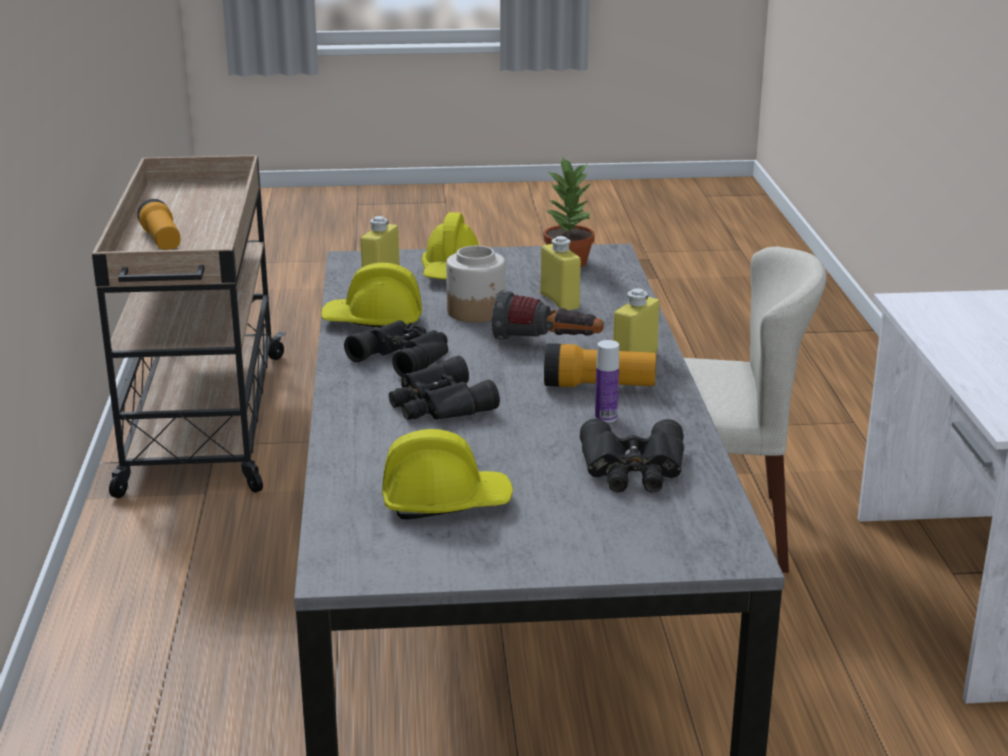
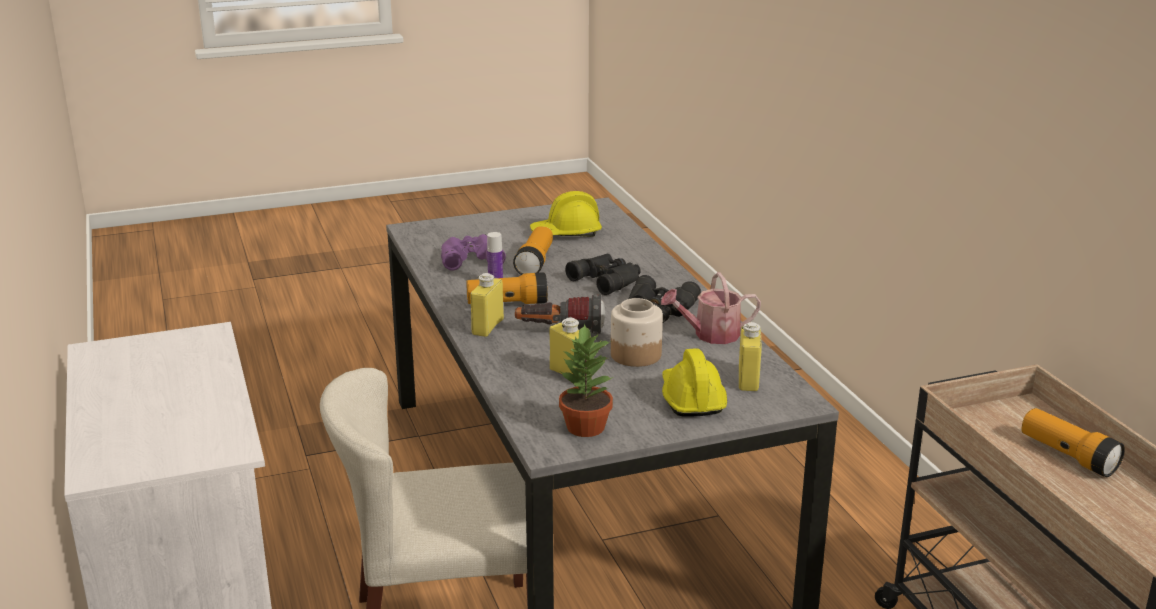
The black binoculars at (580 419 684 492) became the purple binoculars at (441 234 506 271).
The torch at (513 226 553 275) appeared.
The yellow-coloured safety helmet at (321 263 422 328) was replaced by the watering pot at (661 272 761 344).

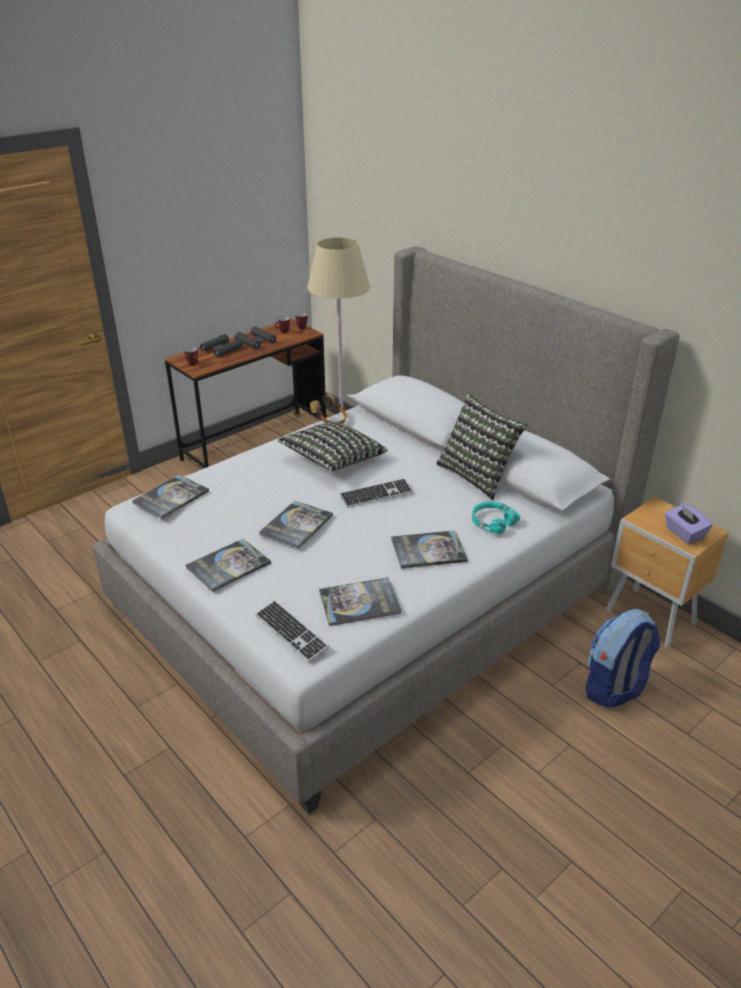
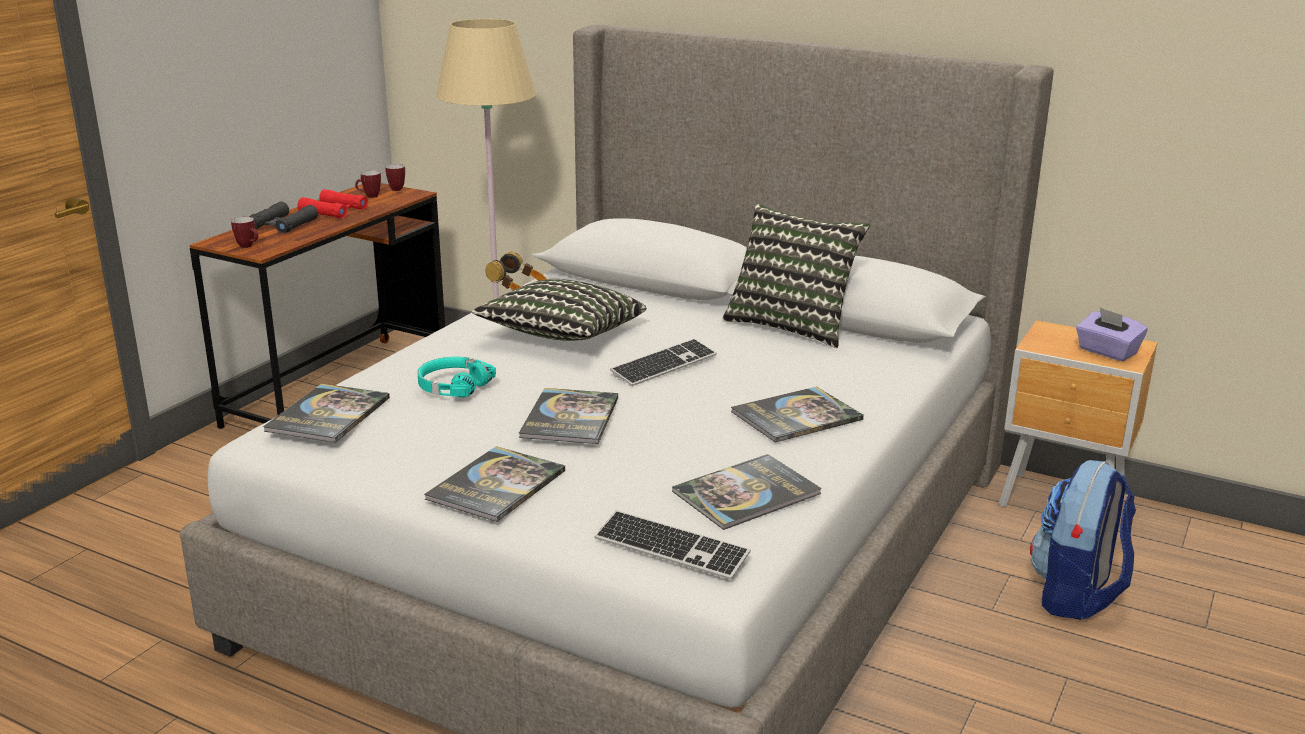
The black binoculars at (235 327 276 349) became the red-coloured binoculars at (297 189 368 218).
The turquoise-coloured headphones moved from (472 501 520 534) to (417 357 496 398).

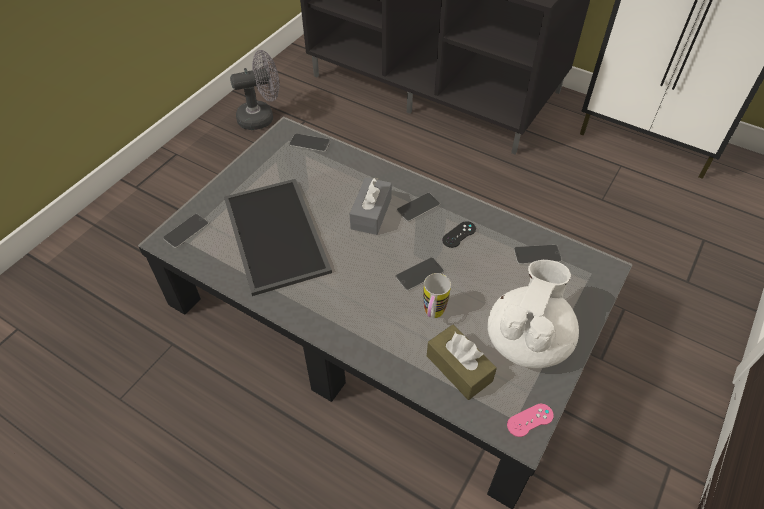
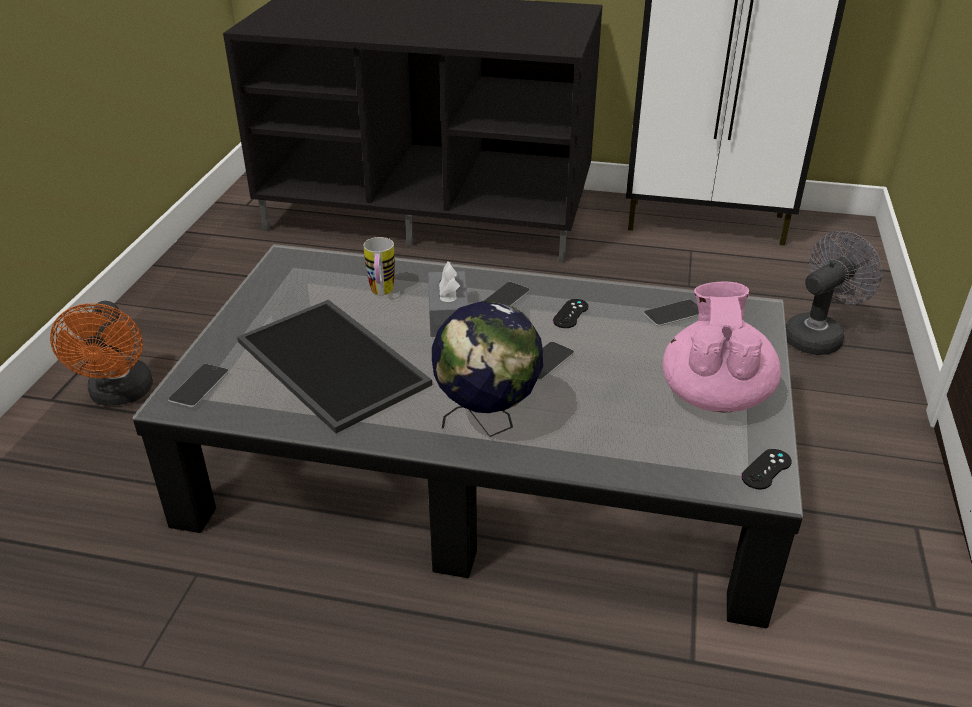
The orangey fan at (50 301 153 406) appeared.
The mug moved from (423 273 451 318) to (363 237 395 295).
The desk globe at (432 300 543 437) appeared.
The white-coloured tea pot at (487 260 579 368) became the pink tea pot at (662 282 781 412).
The pink gamepad at (507 404 554 437) became the black gamepad at (741 449 792 489).
The gray fan moved from (230 50 280 130) to (786 231 882 355).
The phone at (289 133 330 152) disappeared.
The brownish box of tissues at (427 325 497 400) disappeared.

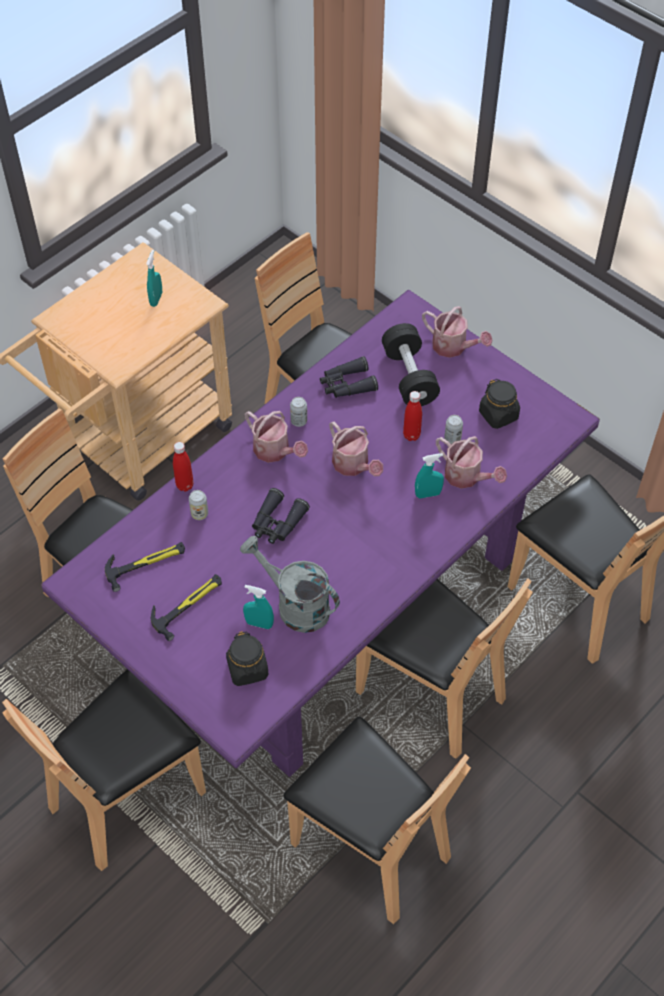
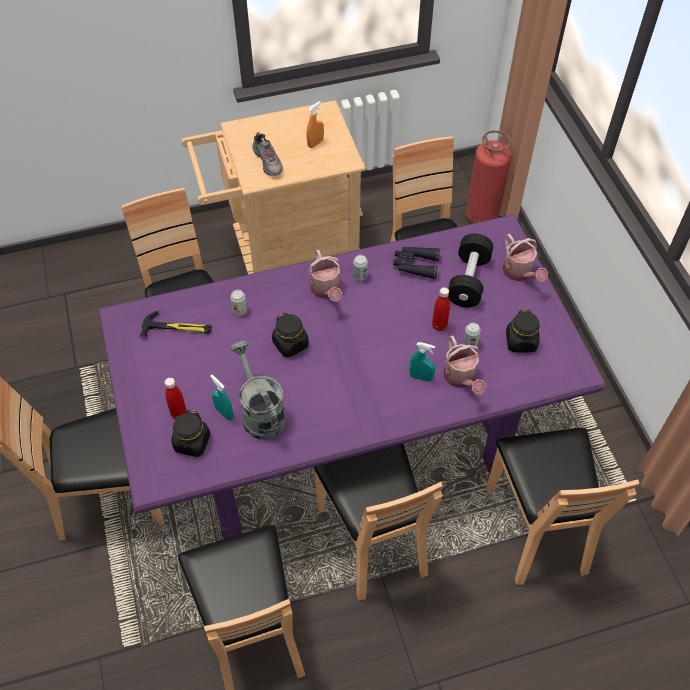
The red-coloured beverage bottle moved from (173 442 194 492) to (165 378 187 419).
The item of footwear at (252 132 283 176) appeared.
The black binoculars at (252 488 310 544) was replaced by the black jar at (272 312 309 358).
The turquoise-coloured sprayer at (146 250 162 307) became the orangey sprayer at (307 101 324 148).
The fire extinguisher at (466 130 512 223) appeared.
The hand hammer at (151 574 222 641) disappeared.
The watering pot at (329 422 383 476) disappeared.

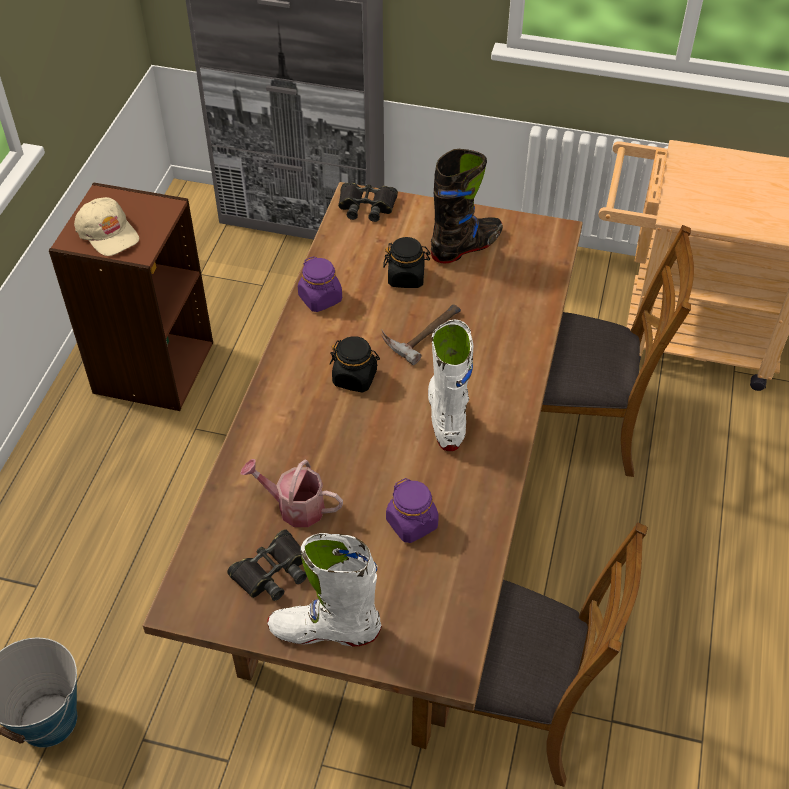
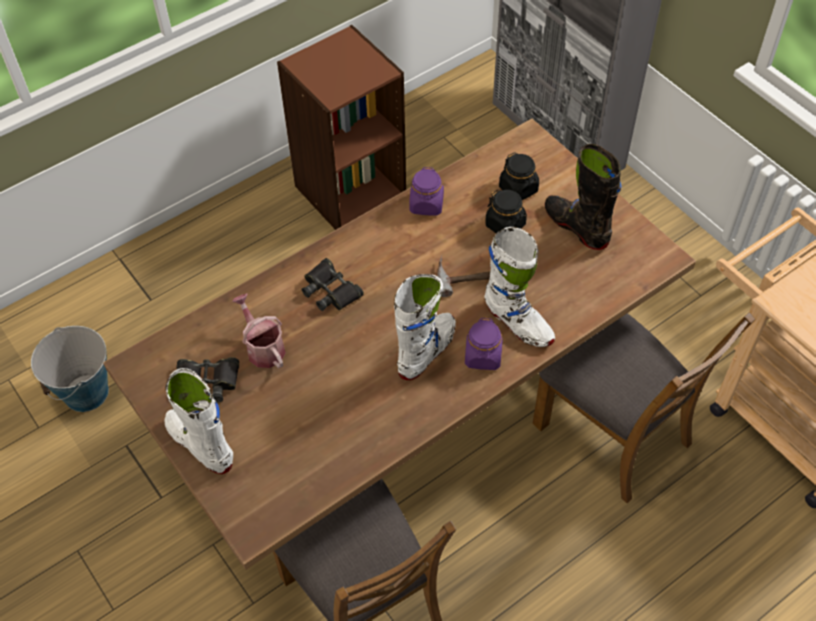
The black binoculars moved from (338 183 398 222) to (302 258 364 311).
The purple jar moved from (386 478 439 543) to (465 317 503 370).
The white-coloured high-top boot at (484 227 555 347) appeared.
The black jar moved from (330 336 380 393) to (499 152 539 200).
The black high-top boot at (431 149 503 263) turned 135 degrees counterclockwise.
The sand-coloured baseball cap at (74 197 139 256) disappeared.

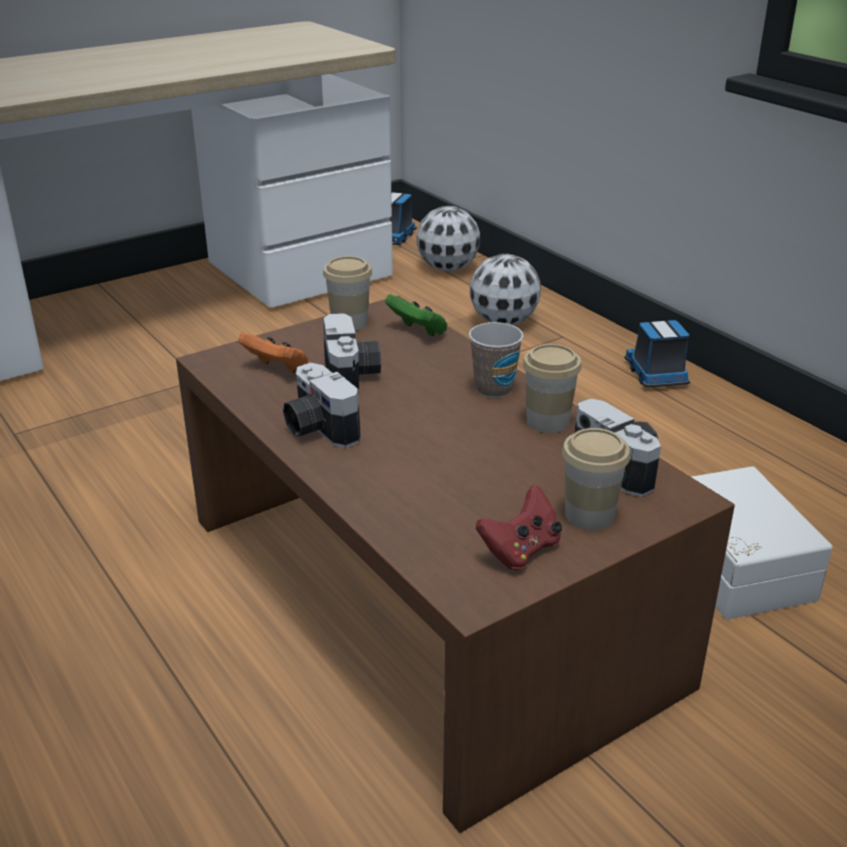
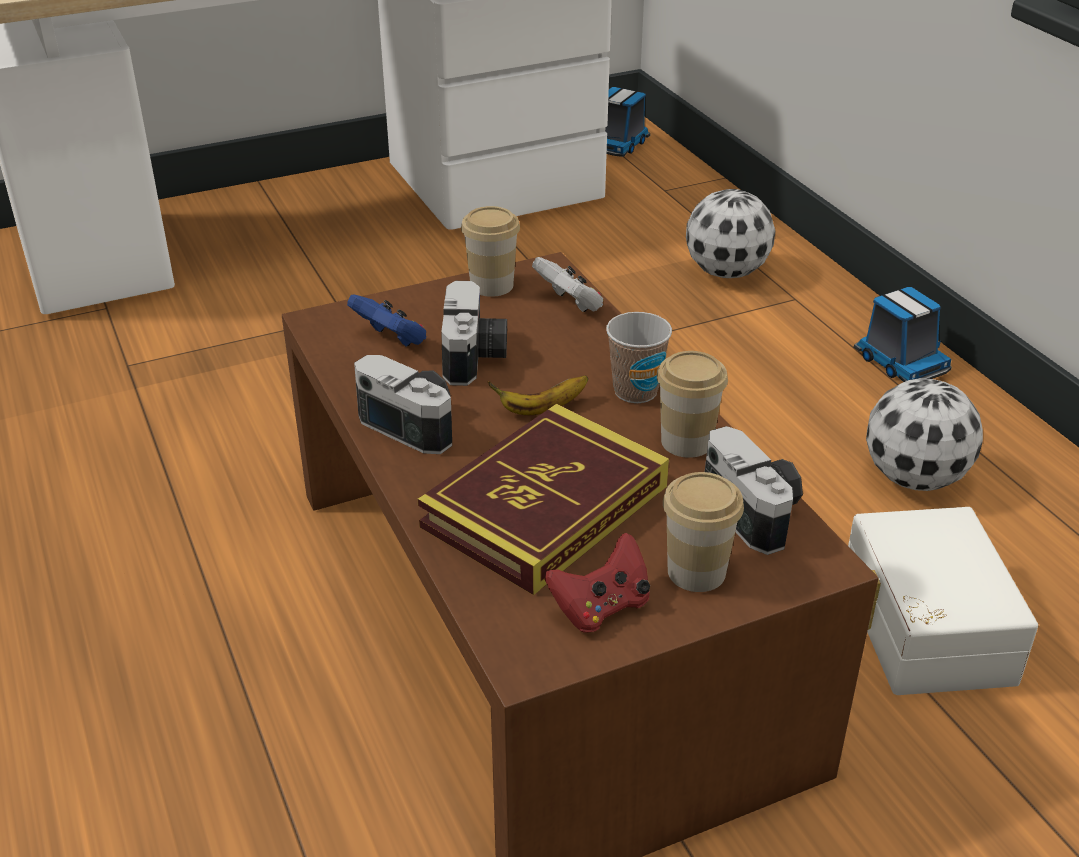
The orangey gamepad at (238 332 308 373) became the blue-coloured gamepad at (347 294 426 347).
The still camera at (283 363 361 448) turned 150 degrees clockwise.
The book at (417 404 669 595) appeared.
The banana fruit at (488 375 588 415) appeared.
The green gamepad at (385 294 447 336) became the white-coloured gamepad at (532 257 603 312).
The toy lorry at (625 320 690 388) turned 150 degrees clockwise.
The ball for football moved from (417 206 480 271) to (866 378 983 491).

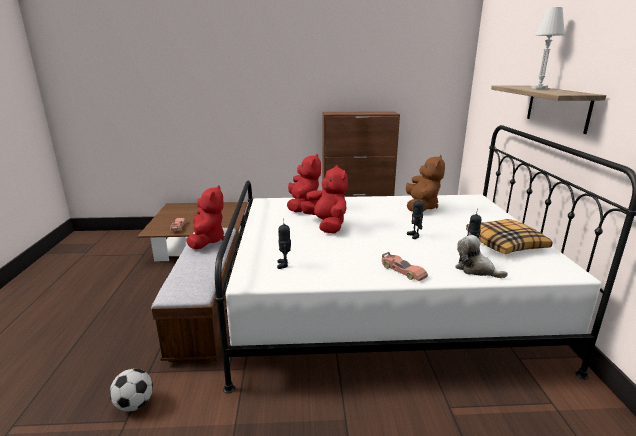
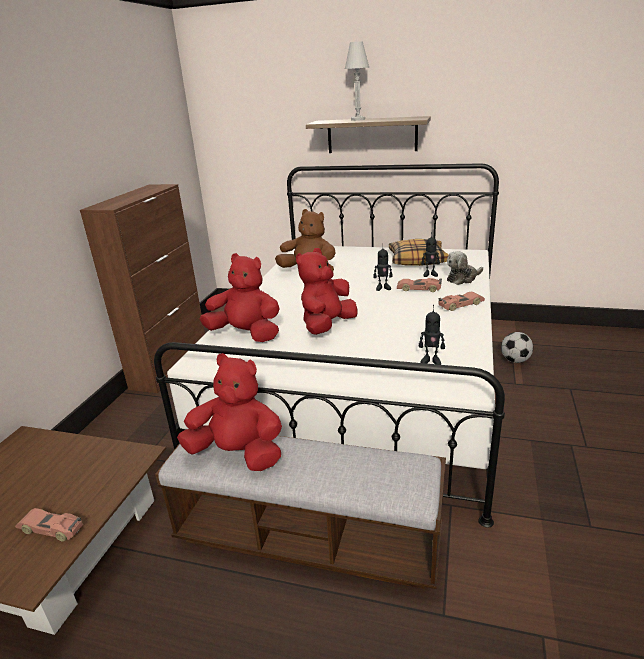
The red-coloured plush toy at (301 165 348 234) turned 45 degrees counterclockwise.
The model car at (397 278 442 292) appeared.
The ball for football moved from (110 369 153 412) to (501 332 533 363).

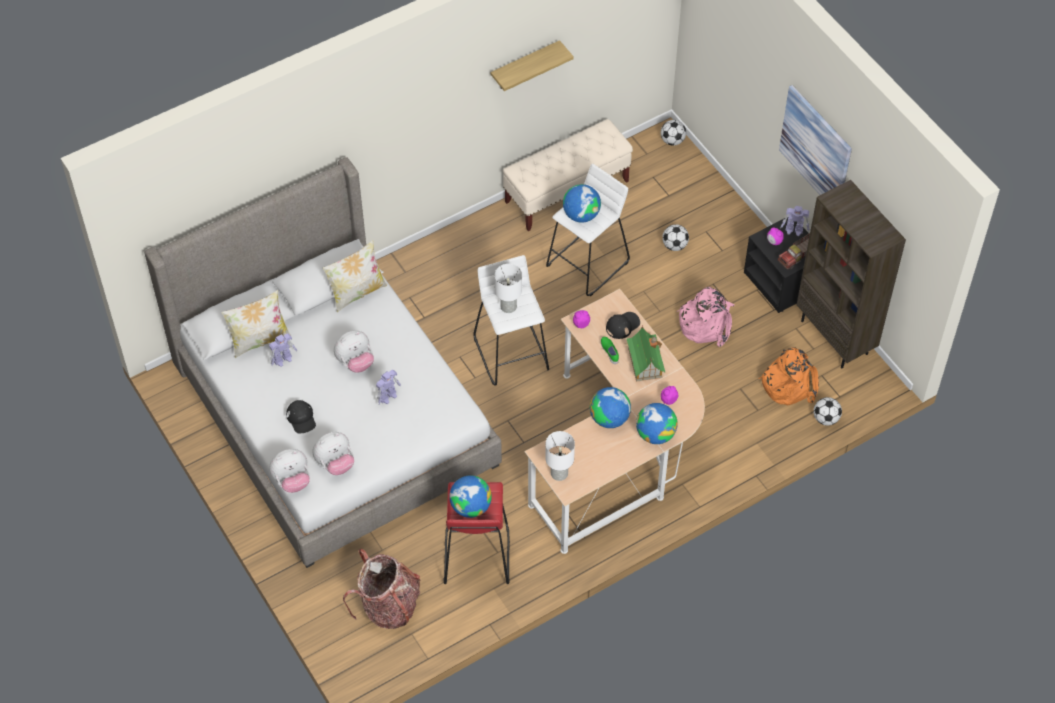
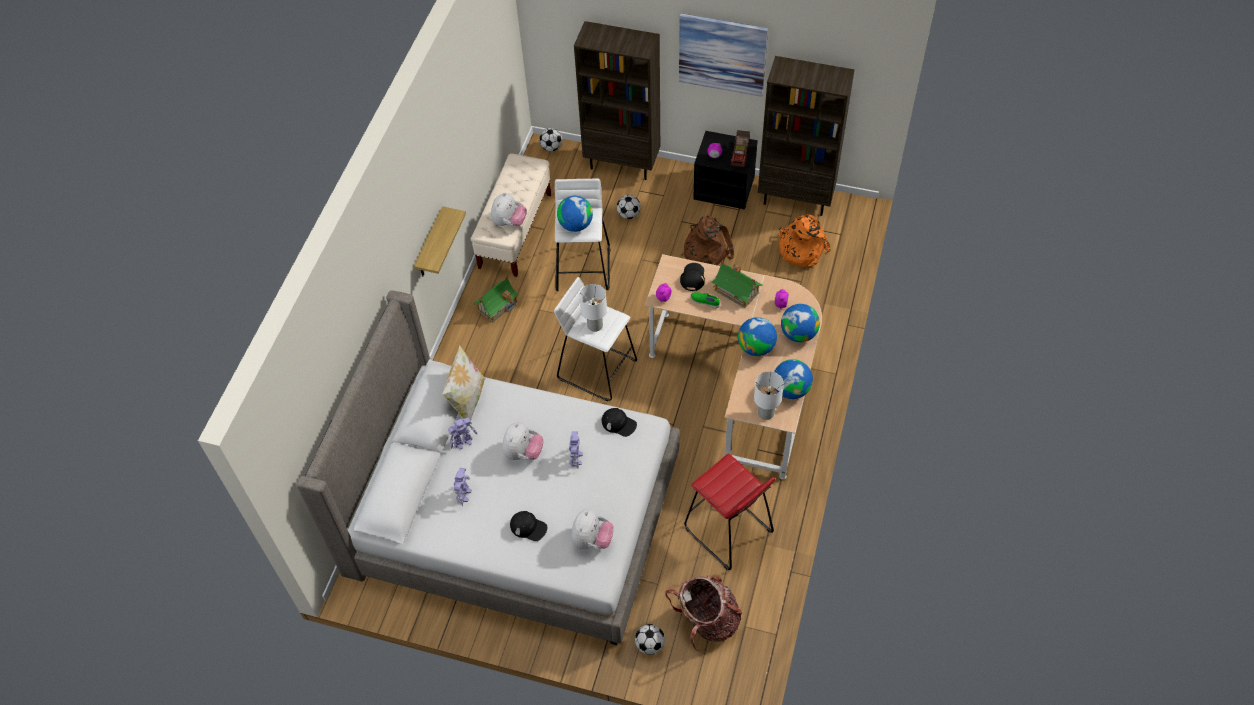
The wall shelf moved from (491 40 574 91) to (414 206 466 276).
The toy robot moved from (781 206 810 236) to (448 418 477 450).
The miniature house at (473 276 519 323) appeared.
The plush toy moved from (269 449 310 493) to (491 192 527 226).
The brownish bookshelf at (574 21 660 180) appeared.
The black baseball cap at (602 408 637 437) appeared.
The ball for football moved from (813 397 842 426) to (635 624 665 655).
The pink knapsack at (677 287 735 347) became the brownish knapsack at (682 216 734 265).
The desk globe moved from (449 475 492 518) to (774 359 813 399).
The cushion at (221 290 291 358) disappeared.

